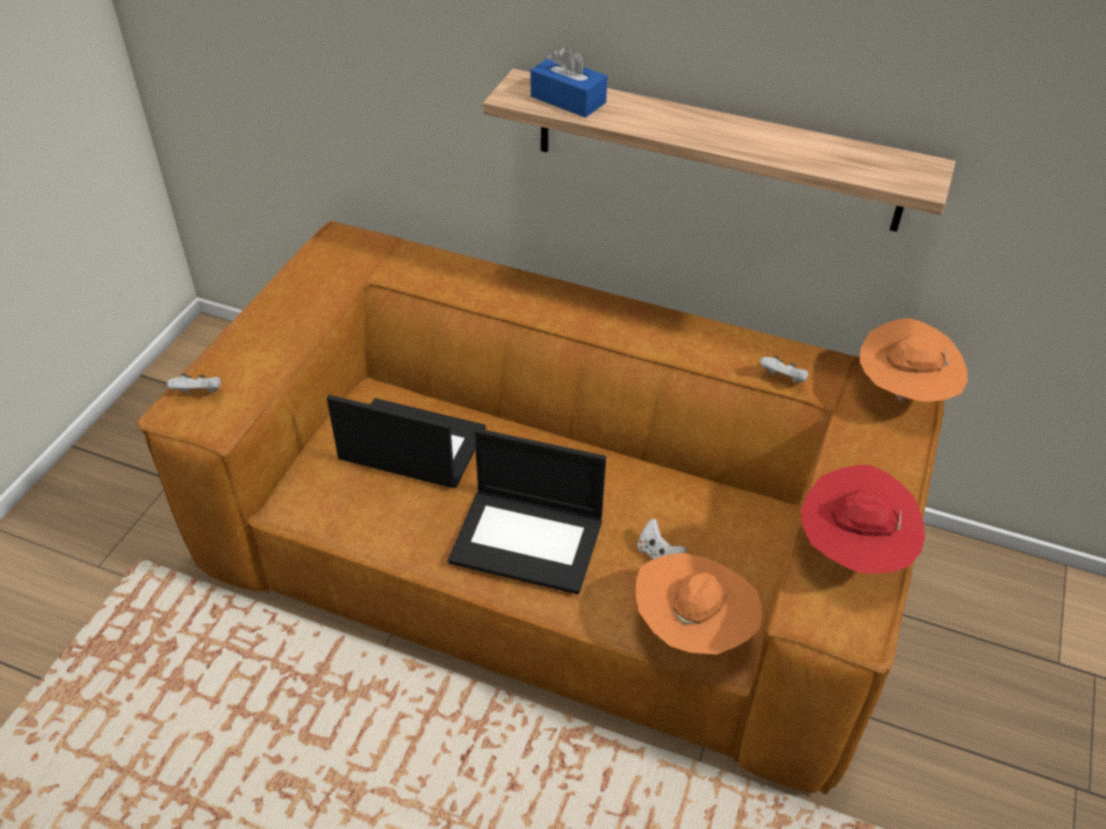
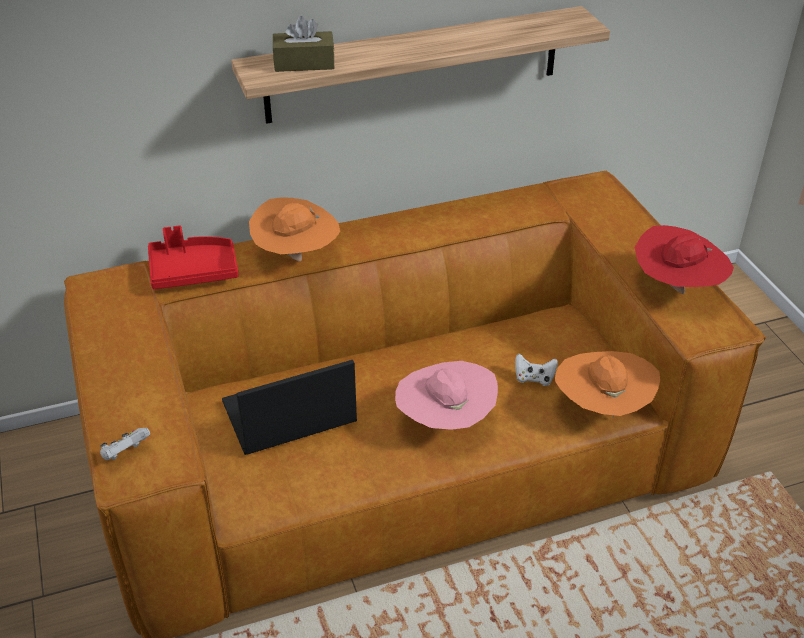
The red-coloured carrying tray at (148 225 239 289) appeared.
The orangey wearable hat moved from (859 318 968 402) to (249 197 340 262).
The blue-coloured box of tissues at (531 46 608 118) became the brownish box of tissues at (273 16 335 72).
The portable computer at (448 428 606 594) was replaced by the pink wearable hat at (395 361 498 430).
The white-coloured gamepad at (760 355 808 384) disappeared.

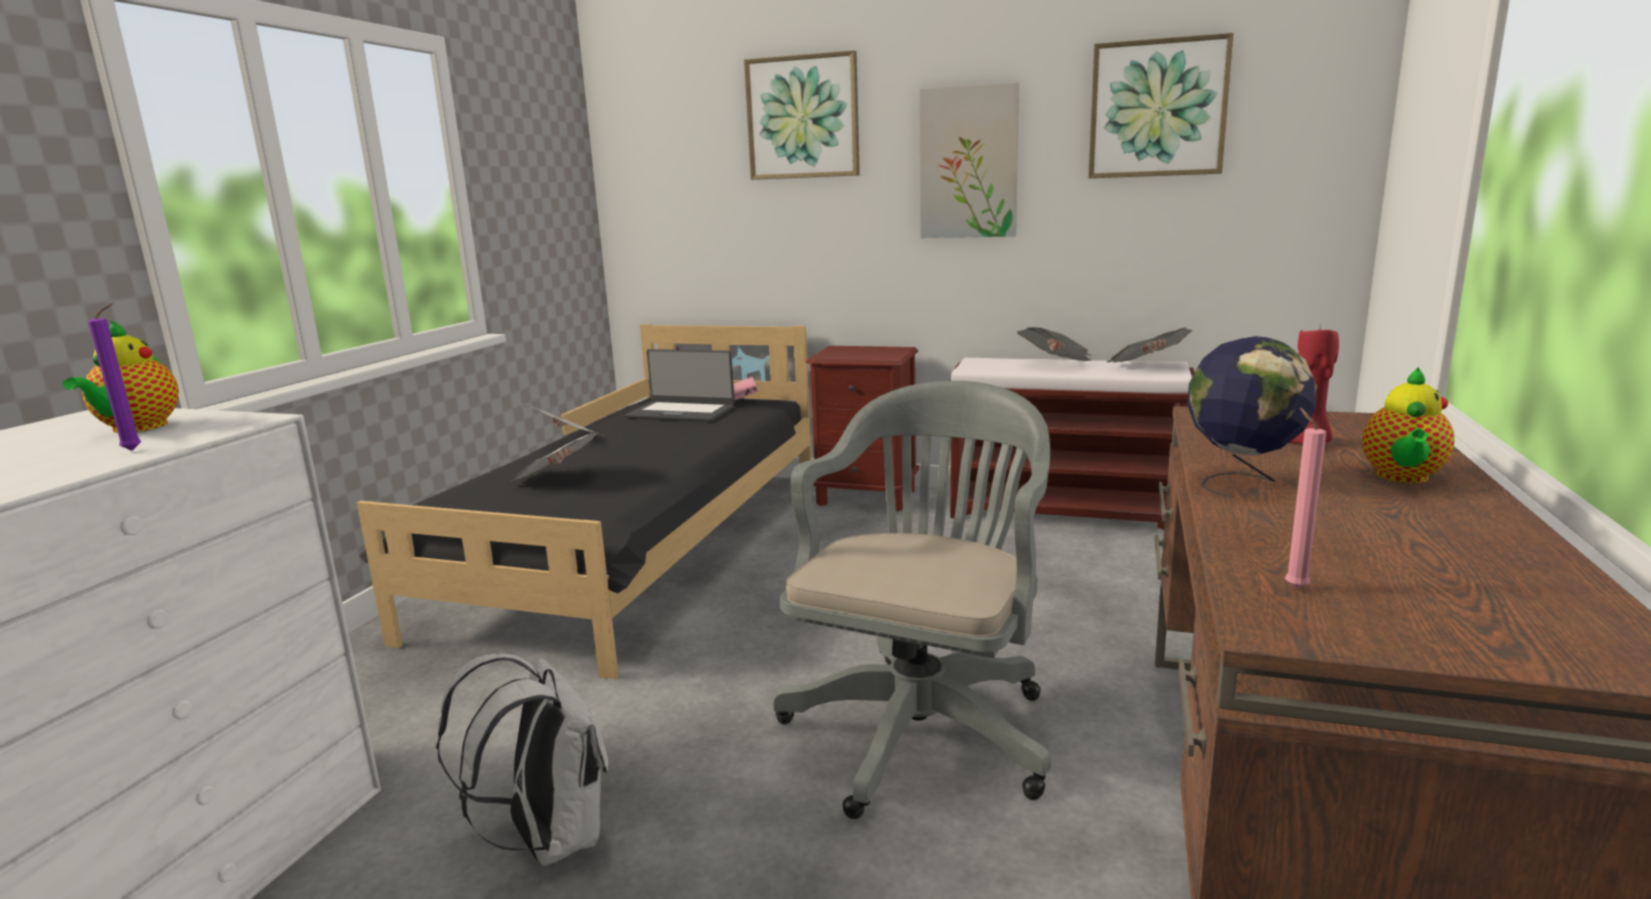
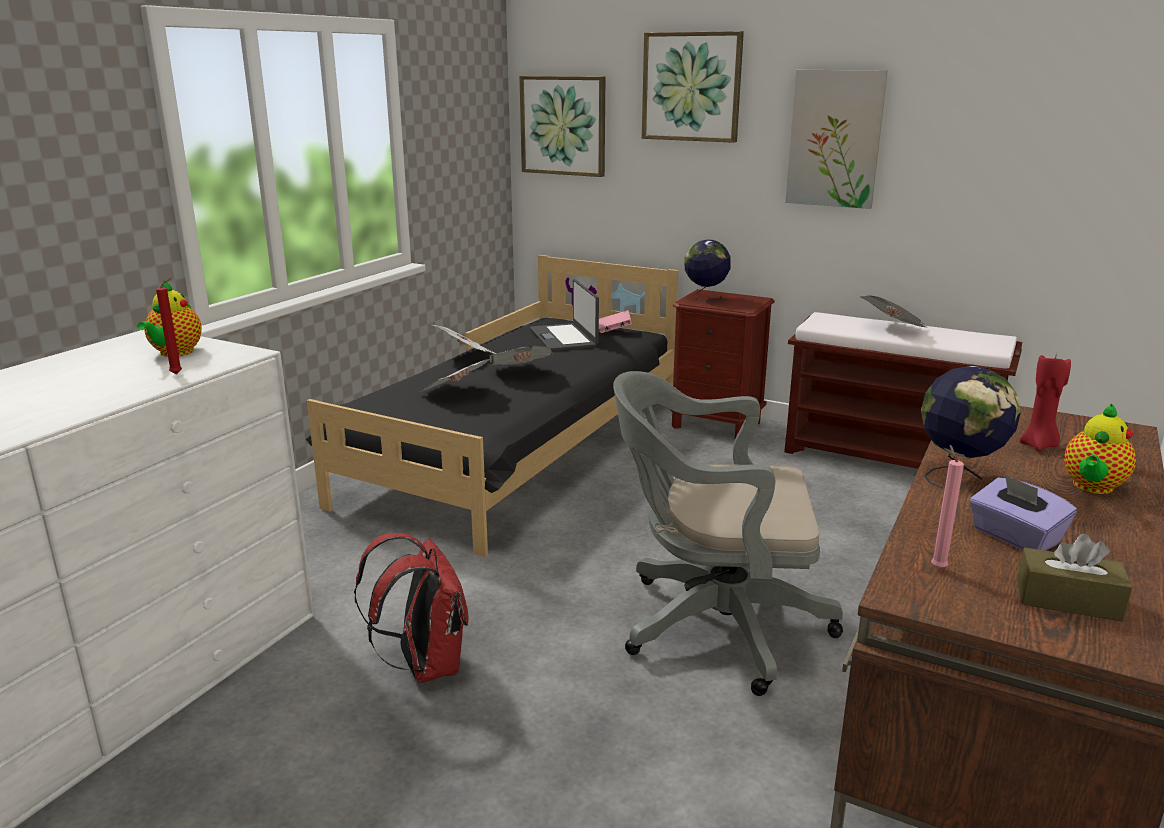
The purple wax candle at (88 303 141 451) became the red-coloured wax candle at (156 278 182 374).
The white-coloured knapsack at (436 653 608 866) became the red-coloured knapsack at (354 533 469 683).
The printed paper moved from (1107 327 1192 363) to (489 346 553 365).
The wall art moved from (1088 33 1234 178) to (519 76 605 177).
The portable computer at (626 349 735 422) turned 45 degrees clockwise.
The gray computer chair at (774 381 1051 819) turned 120 degrees counterclockwise.
The desk globe at (685 239 731 301) appeared.
The purple box of tissues at (970 474 1077 551) appeared.
The brownish box of tissues at (1017 534 1133 621) appeared.

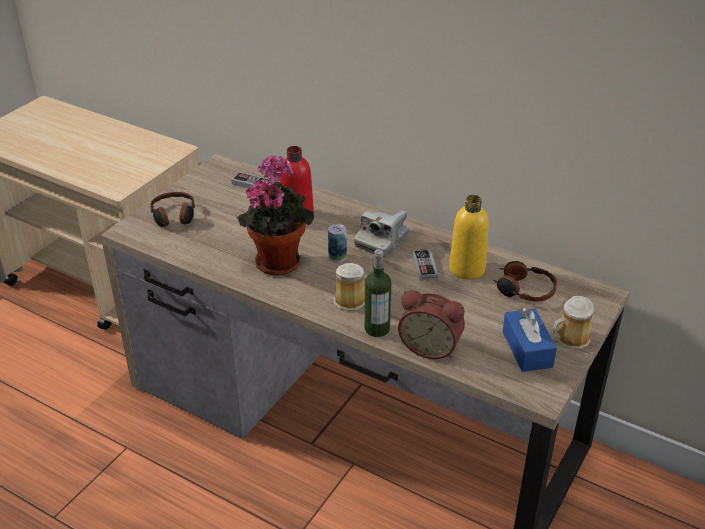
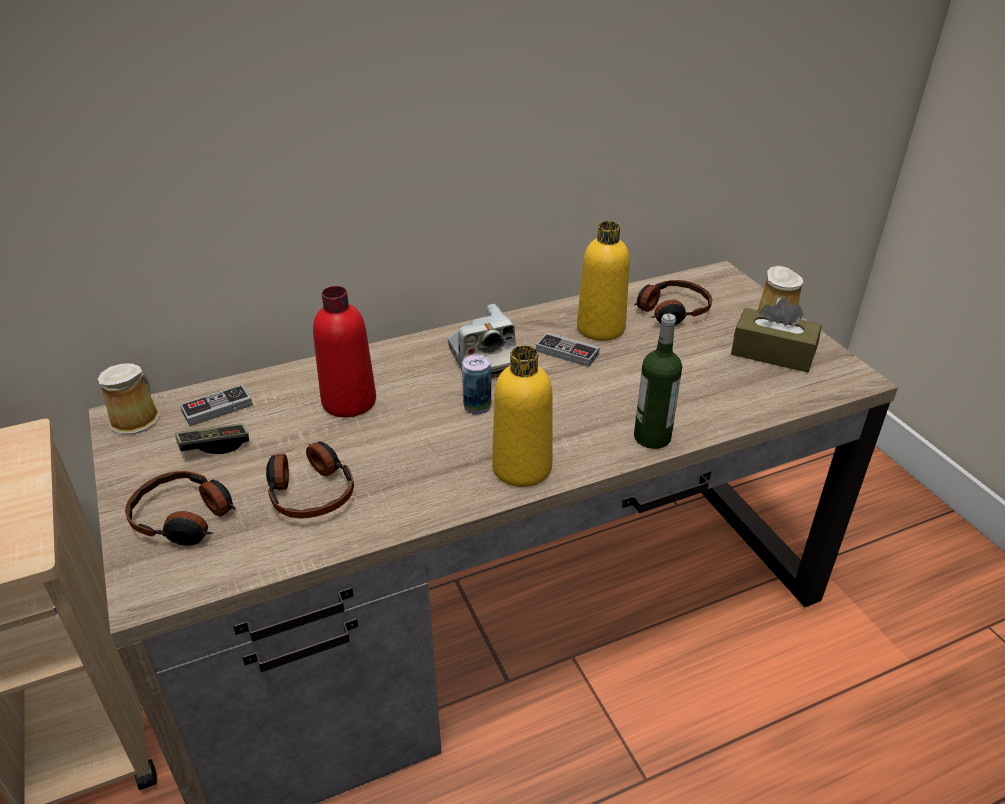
The mug moved from (334 263 367 311) to (98 364 160 434).
The gamepad at (176 423 249 454) appeared.
The headphones at (266 441 354 518) appeared.
The yellow-coloured beverage bottle at (492 345 553 487) appeared.
The blue-coloured box of tissues at (503 308 557 372) became the brownish box of tissues at (731 298 822 372).
The houseplant at (237 155 314 275) disappeared.
The bedside clock at (398 290 465 359) disappeared.

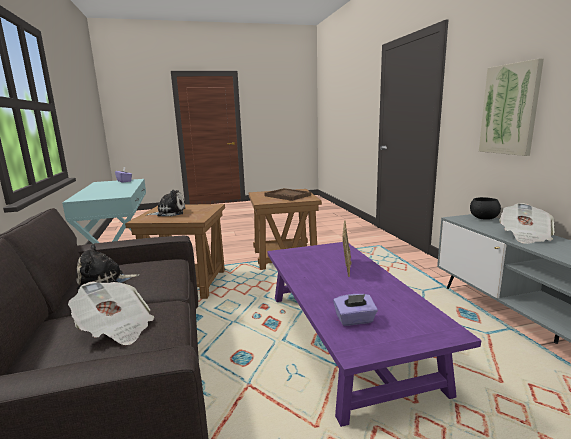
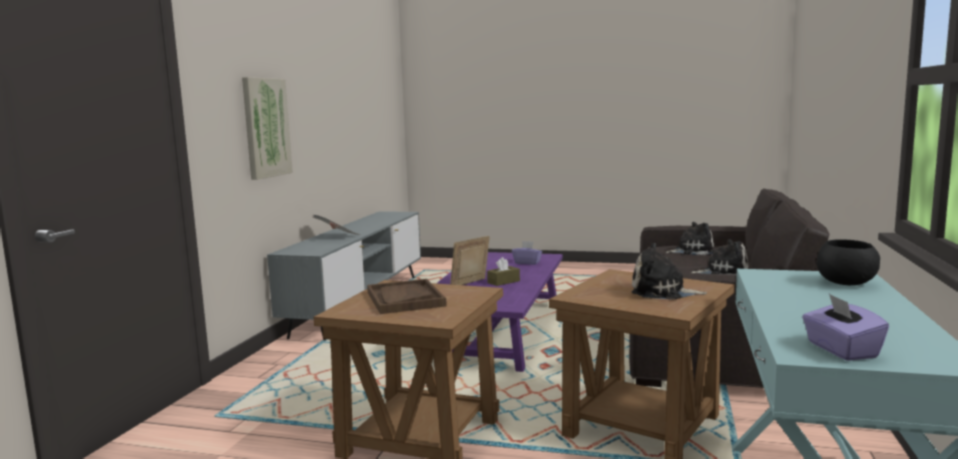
The brownish box of tissues at (487 257 520 286) appeared.
The printed paper at (68 282 154 345) was replaced by the plush toy at (665 222 715 255).
The black bowl moved from (470 197 501 220) to (817 239 880 285).

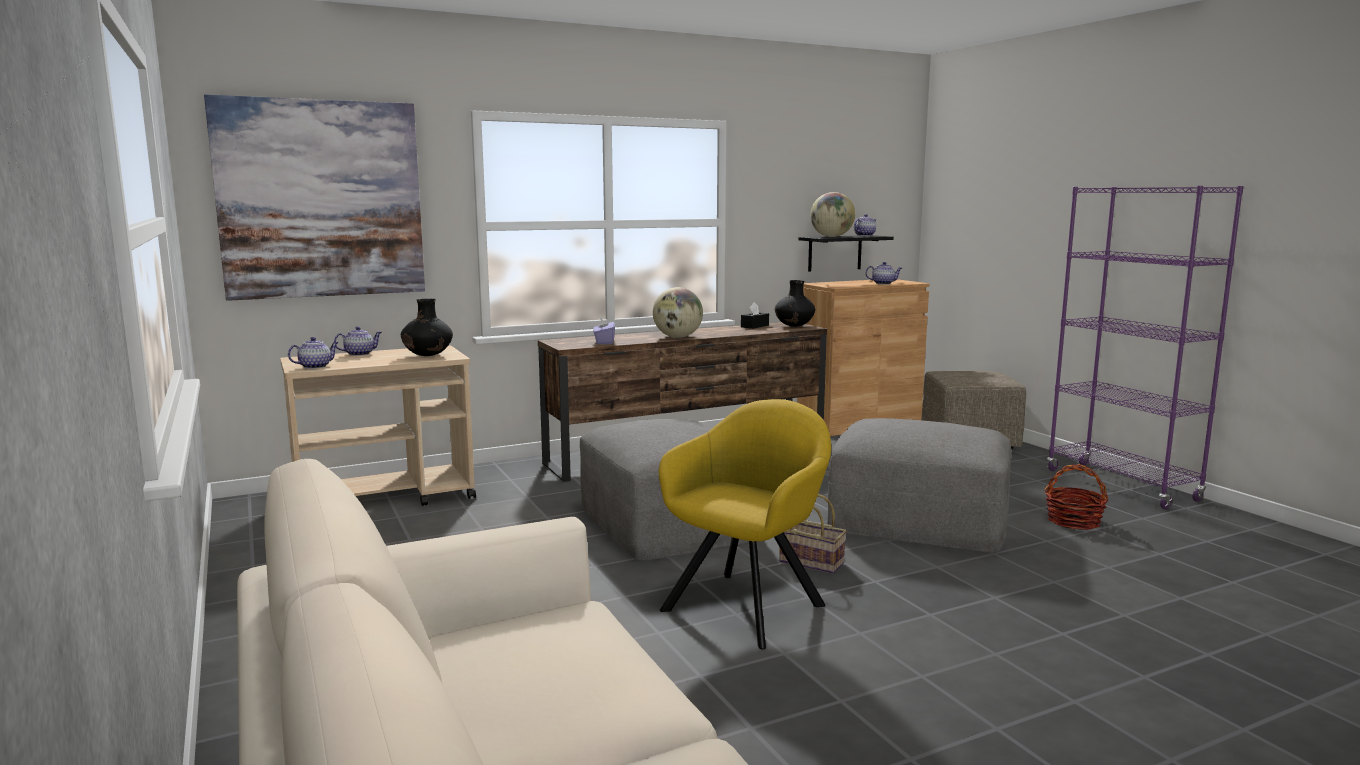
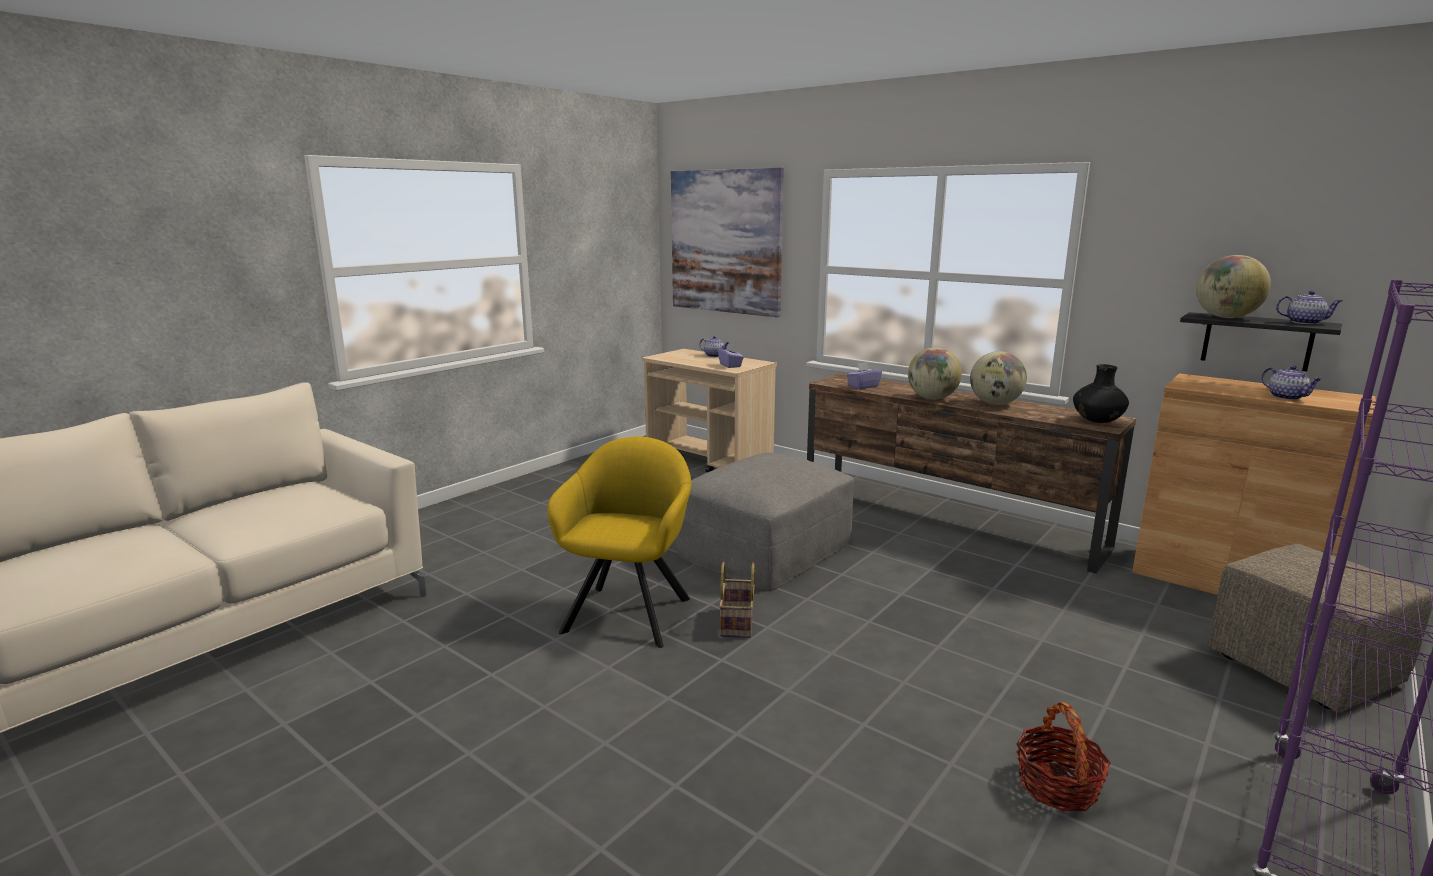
The yellow-coloured easy chair at (659 399 831 649) turned 90 degrees counterclockwise.
The black vase at (401 299 453 356) was replaced by the purple box of tissues at (718 344 744 368).
The desk globe at (970 351 1027 405) appeared.
The tea pot at (288 337 339 369) disappeared.
The black box of tissues at (741 302 769 329) disappeared.
The gray ottoman at (827 418 1011 553) disappeared.

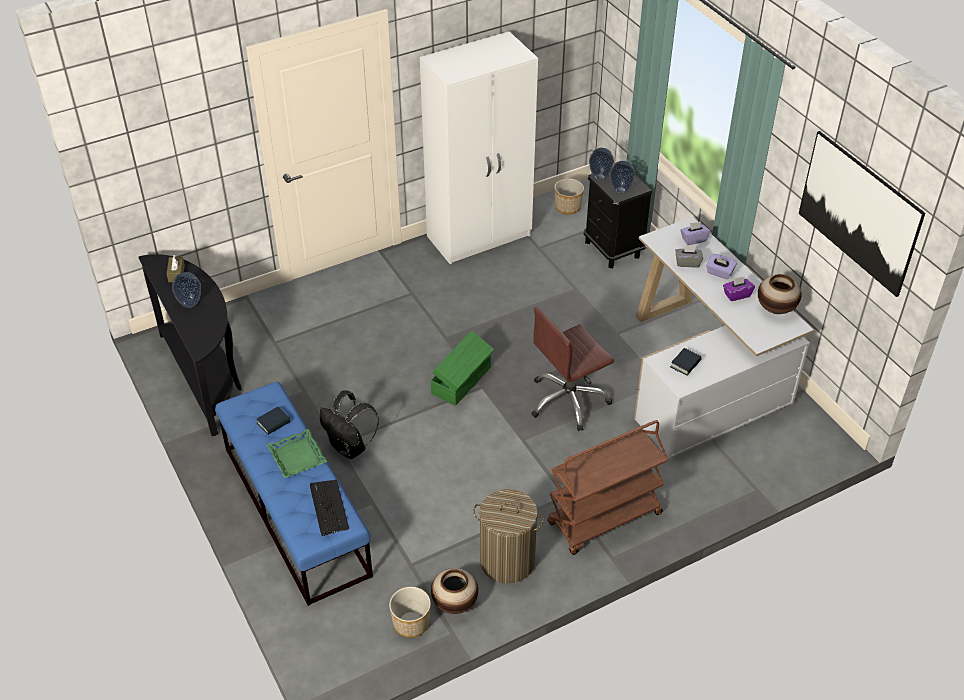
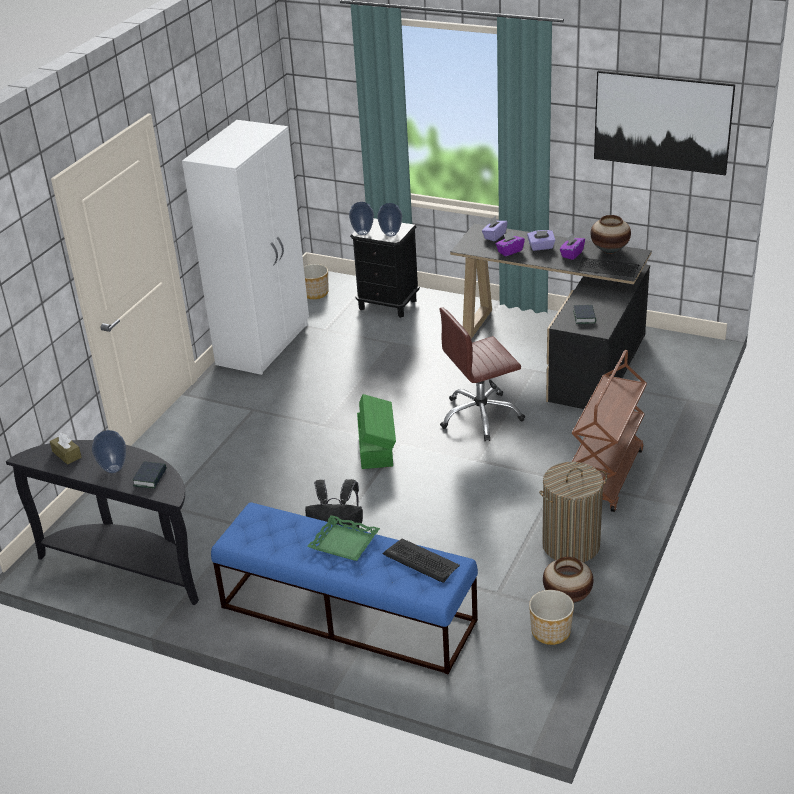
The book moved from (257 406 290 435) to (133 461 166 489).
The brownish computer chair at (531 307 614 431) turned 45 degrees clockwise.
The white-coloured desk at (634 217 814 459) became the black desk at (450 224 652 409).
The gray box of tissues at (675 245 703 268) became the purple box of tissues at (496 231 525 256).
The computer keyboard at (578 258 639 277) appeared.

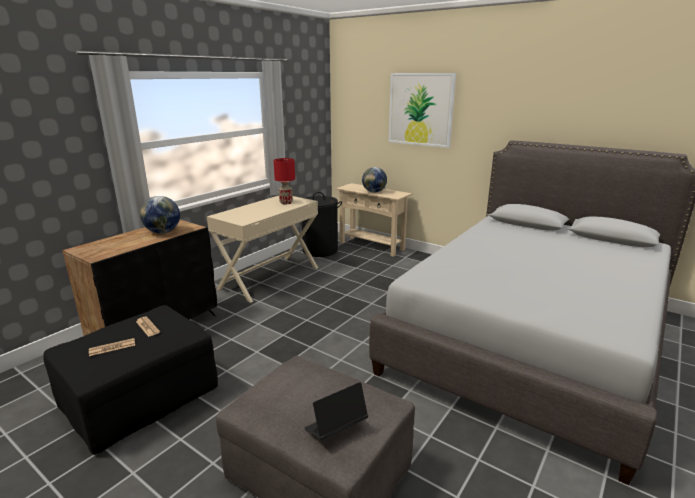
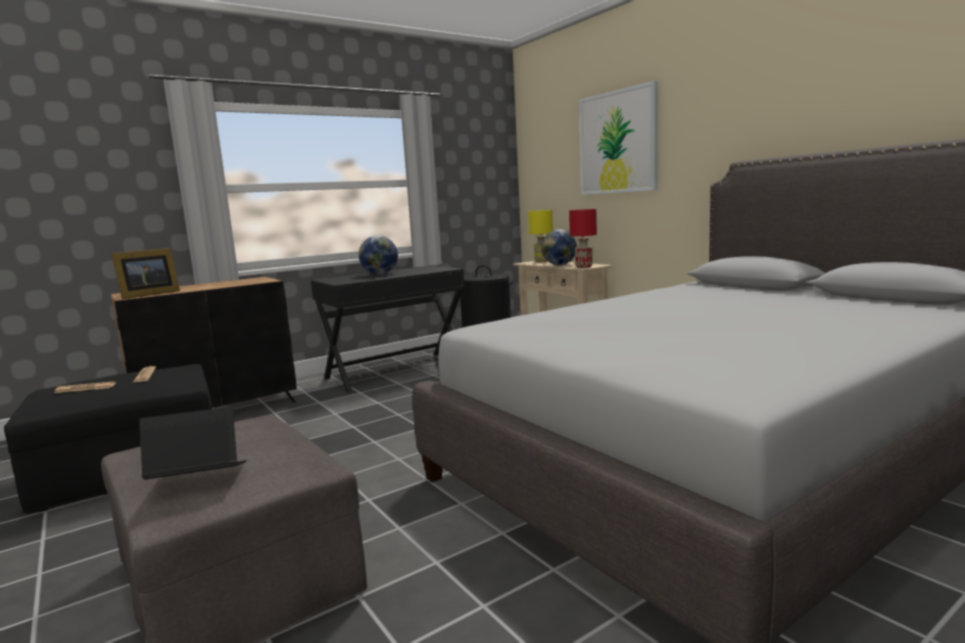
The standing frame at (111 248 180 299) appeared.
The sand-coloured desk at (207 196 318 303) became the black desk at (311 266 465 393).
The desk globe moved from (140 196 180 233) to (359 235 398 275).
The yellow-coloured lamp for a table at (529 210 553 262) appeared.
The red-coloured lamp for a table moved from (274 158 295 204) to (569 209 597 268).

